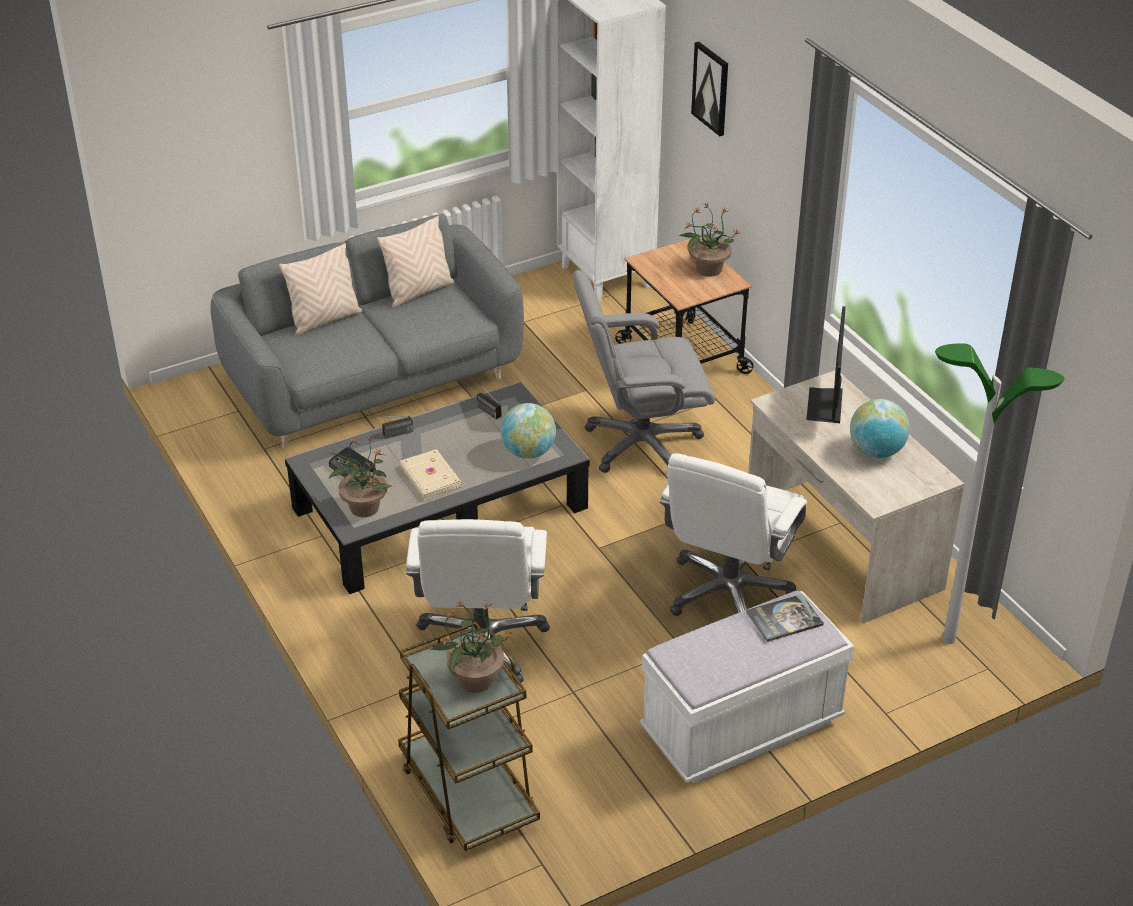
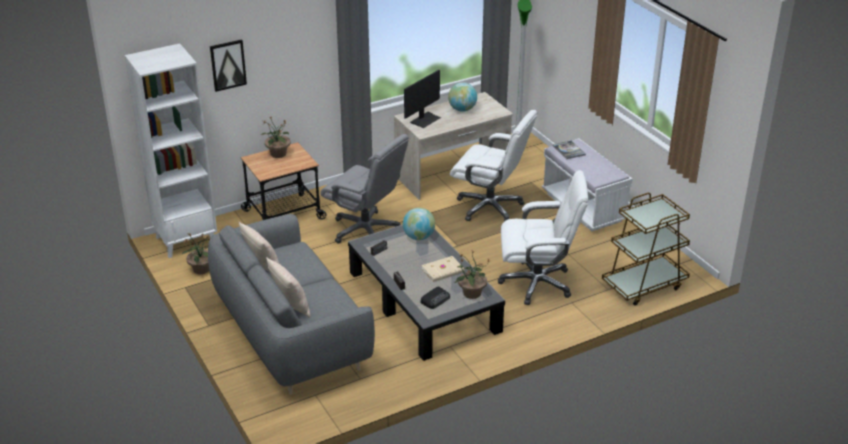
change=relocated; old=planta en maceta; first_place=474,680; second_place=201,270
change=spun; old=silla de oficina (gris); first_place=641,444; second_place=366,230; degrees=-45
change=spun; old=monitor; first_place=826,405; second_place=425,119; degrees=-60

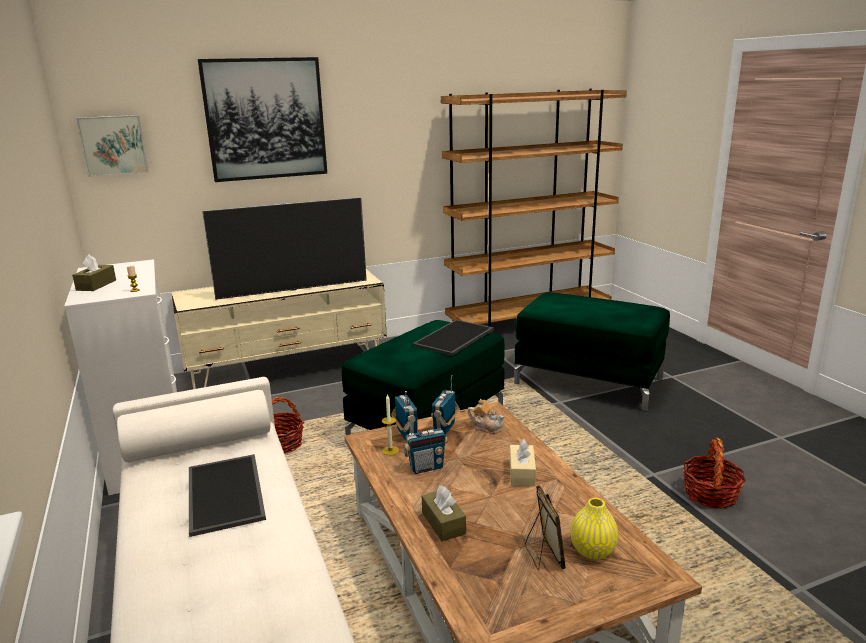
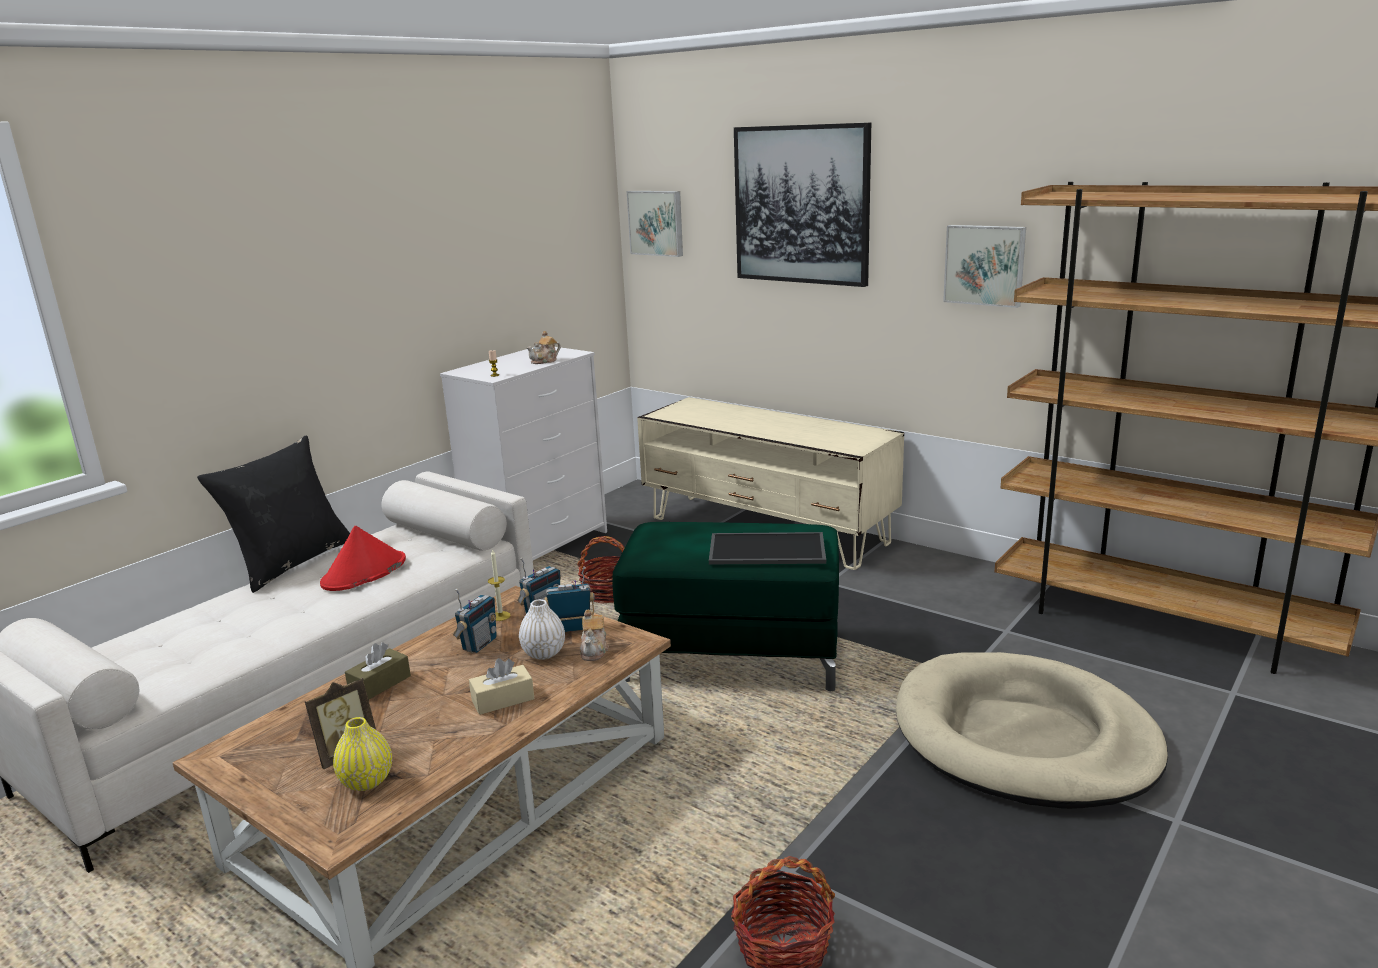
change=missing; old=caja de pañuelos (marrón); first_place=96,285
change=exchanged; old=bandeja; new=sombrero (rojo); first_place=227,493; second_place=364,572
change=missing; old=televisor; first_place=293,290
change=spun; old=radio; first_place=426,467; second_place=479,644; degrees=-105
change=exchanged; old=puf (verde); new=cama para perro (beis); first_place=589,381; second_place=1024,738
change=appeared; new=cojín (negro); second_place=291,562
change=appeared; new=florero (blanco); second_place=544,653
change=appeared; new=tetera; second_place=545,361
change=appeared; new=cuadro; second_place=985,265

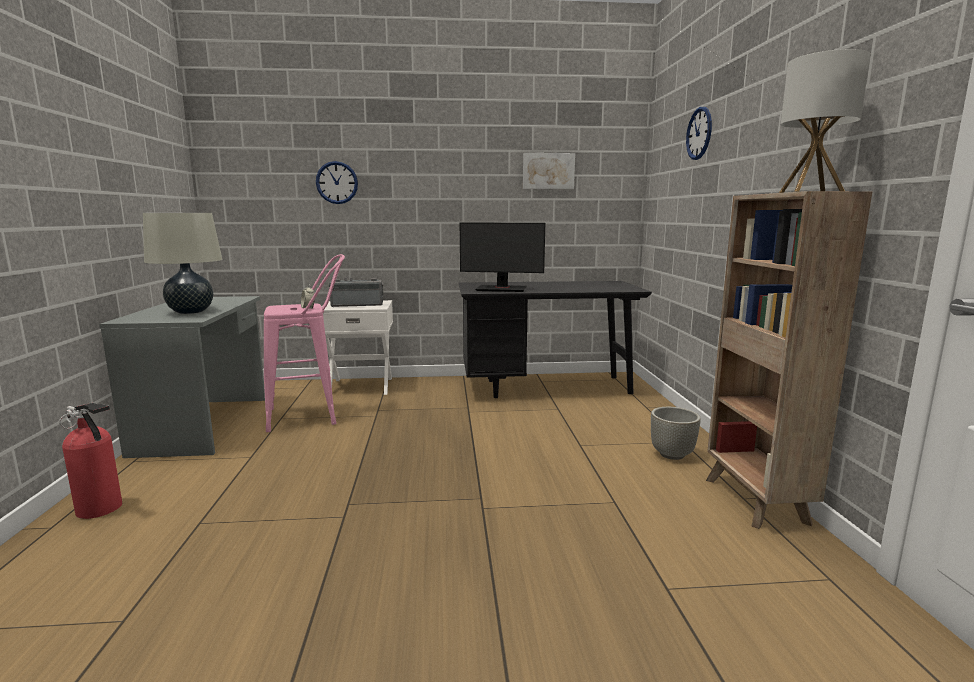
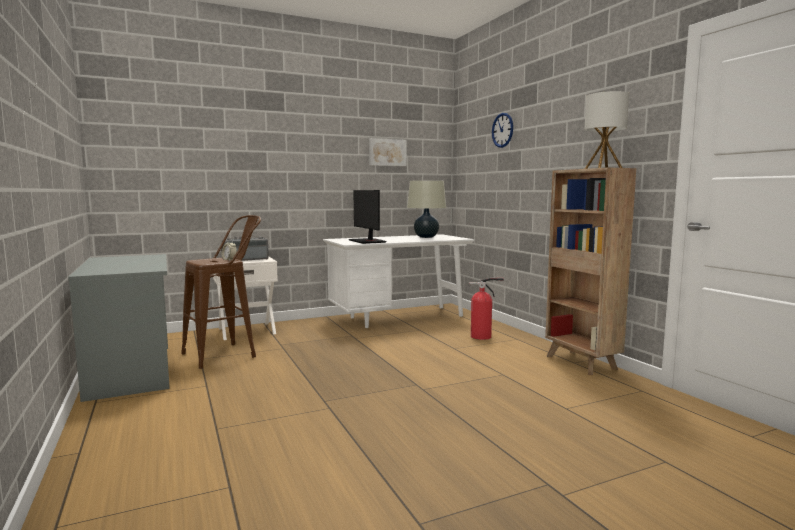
change=relocated; old=extintor; first_place=101,509; second_place=483,337
change=relocated; old=lámpara de mesa (beis); first_place=191,312; second_place=426,237
change=colour; old=taburete (rosa); new=taburete (marrón); first_place=312,416; second_place=227,354
change=missing; old=reloj de pared; first_place=337,182
change=colour; old=escritorio (negro); new=escritorio (blanco); first_place=546,387; second_place=398,318
change=spun; old=monitor; first_place=501,289; second_place=367,241; degrees=75
change=missing; old=maceta (gris); first_place=672,454

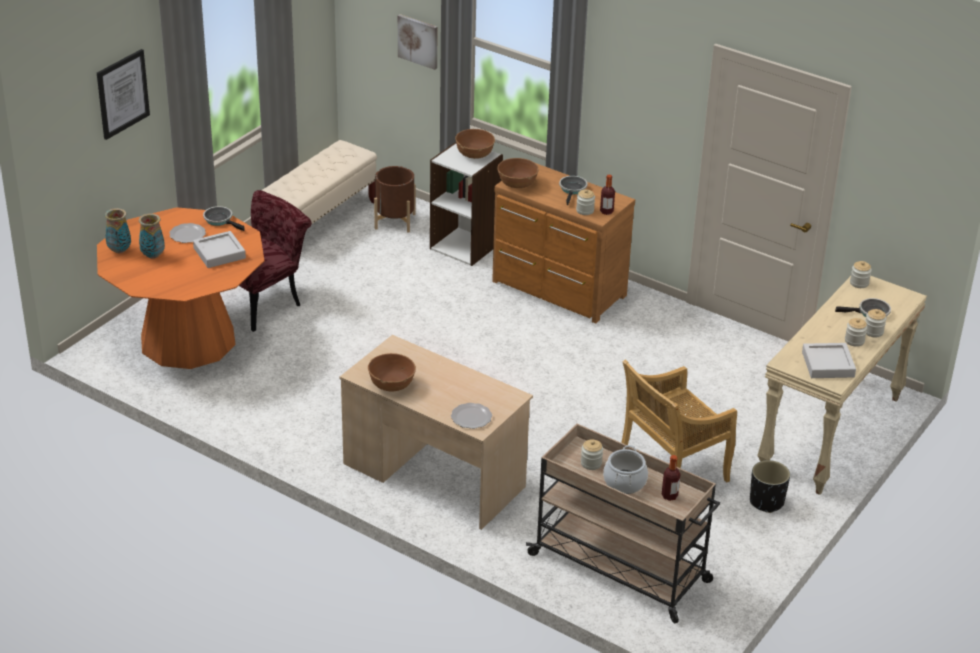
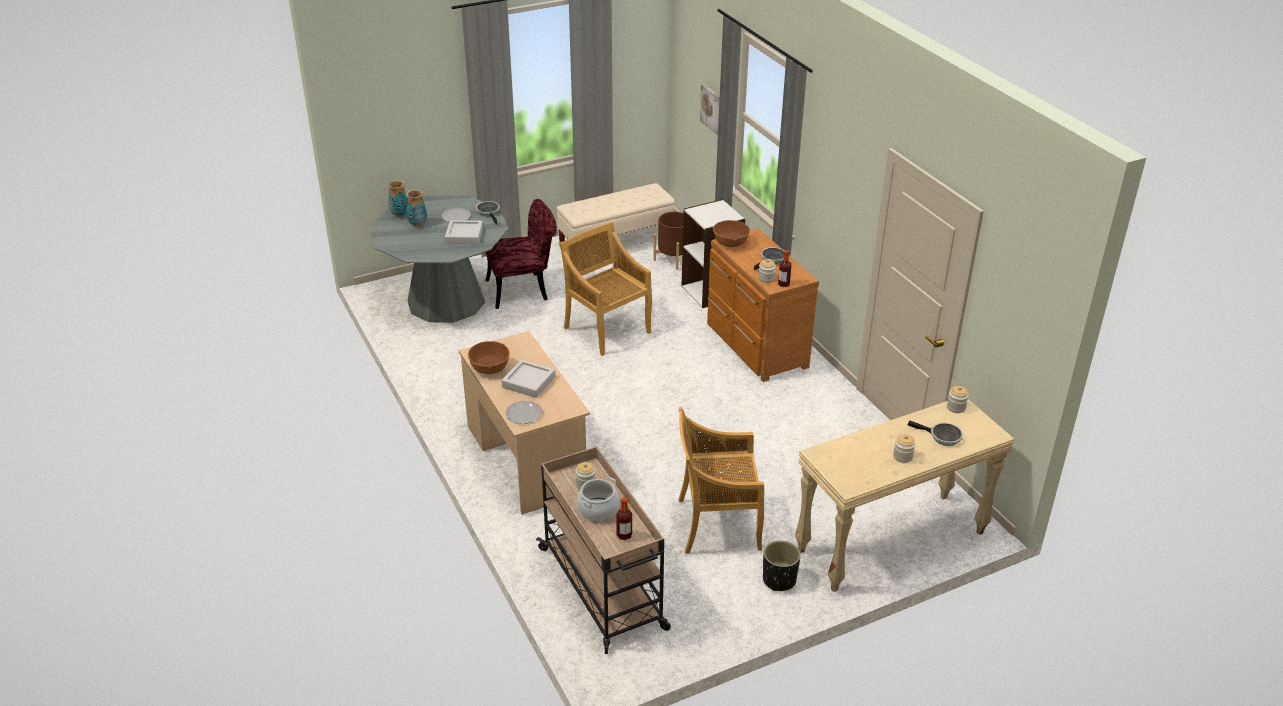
change=missing; old=cuadro; first_place=122,94
change=colour; old=mesa de comedor (naranja); new=mesa de comedor (gris); first_place=188,340; second_place=446,301
change=missing; old=cuenco (marrón); first_place=474,154
change=relocated; old=bandeja (gris); first_place=828,364; second_place=528,382
change=missing; old=tarro; first_place=873,332
change=appeared; new=silla (beis); second_place=606,329

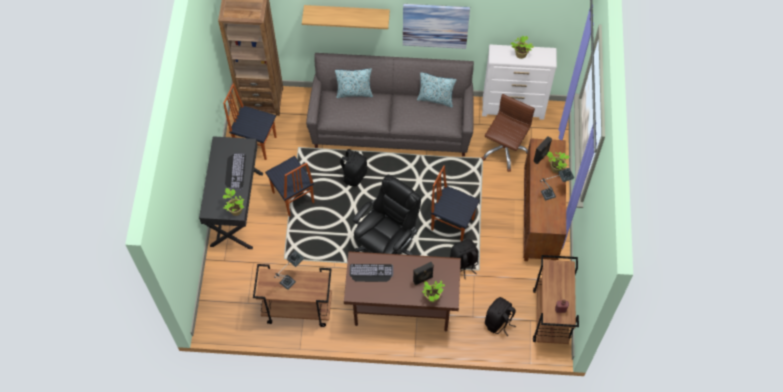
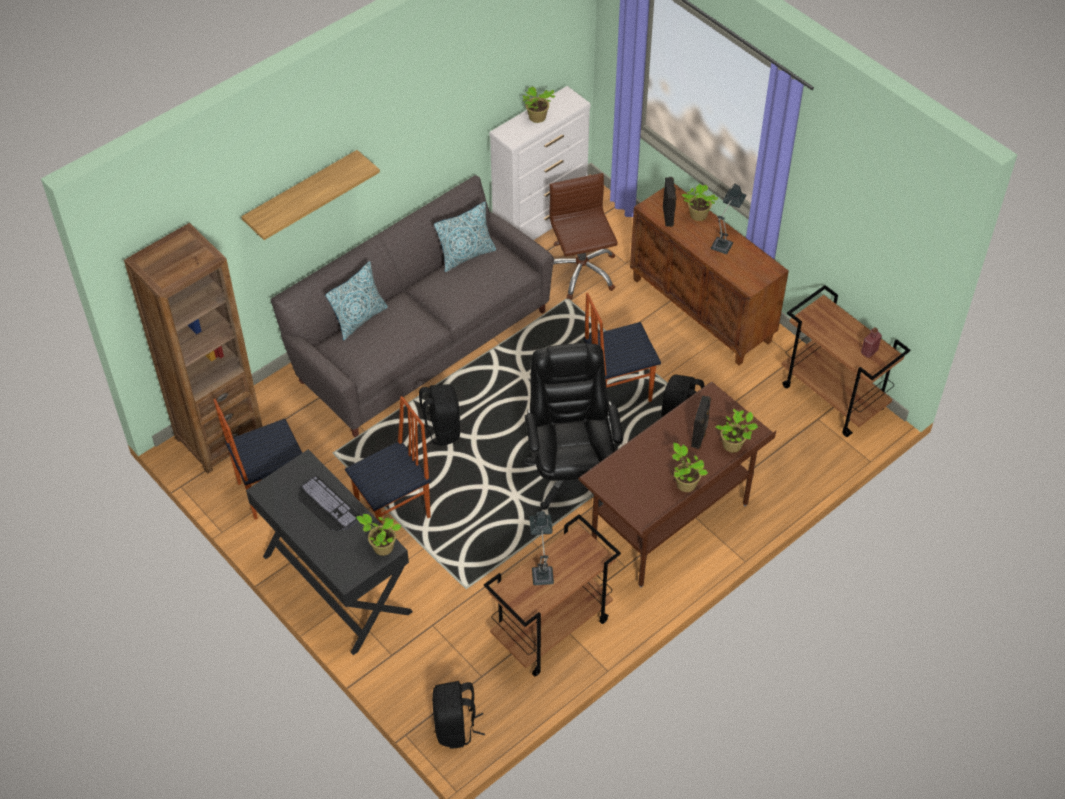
change=spun; old=silla; first_place=292,198; second_place=395,513; degrees=-45
change=missing; old=teclado; first_place=370,273
change=missing; old=cuadro; first_place=435,25
change=relocated; old=mochila (negro); first_place=498,322; second_place=456,727
change=appeared; new=planta en maceta; second_place=685,483

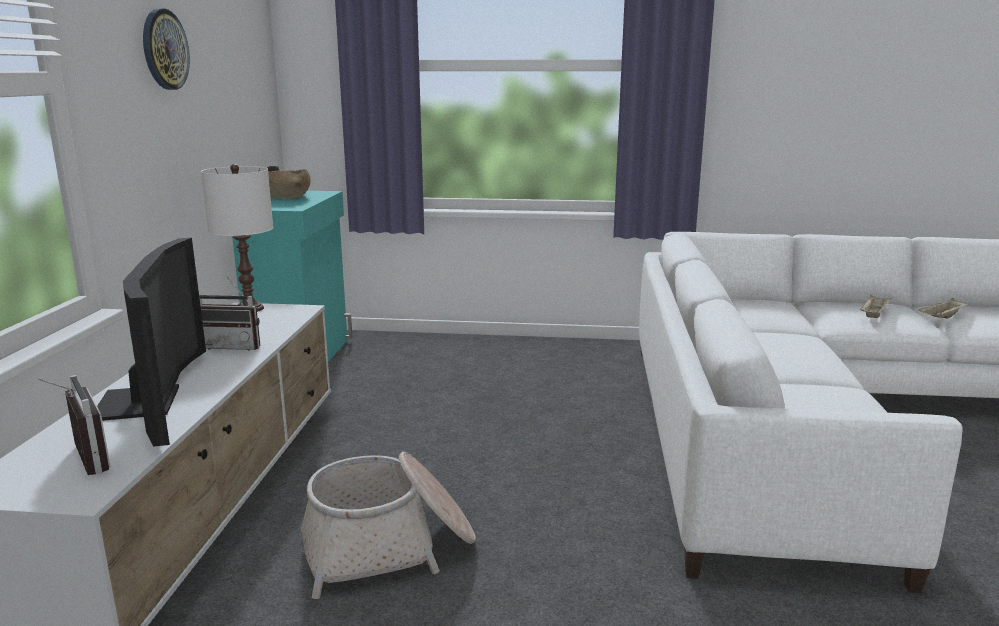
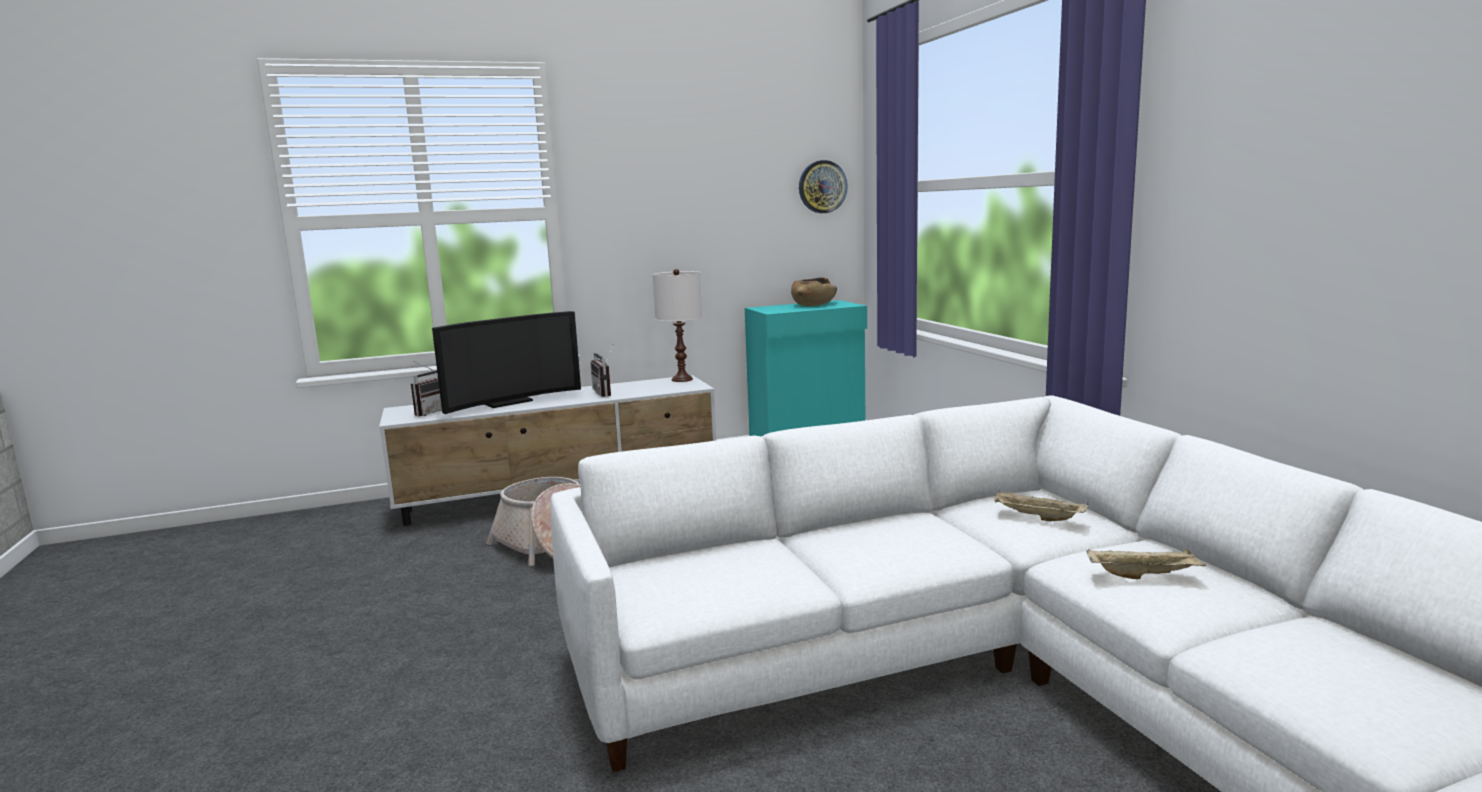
change=relocated; old=reloj de pared; first_place=164,49; second_place=822,187
change=relocated; old=bandeja (beis); first_place=941,318; second_place=1037,518

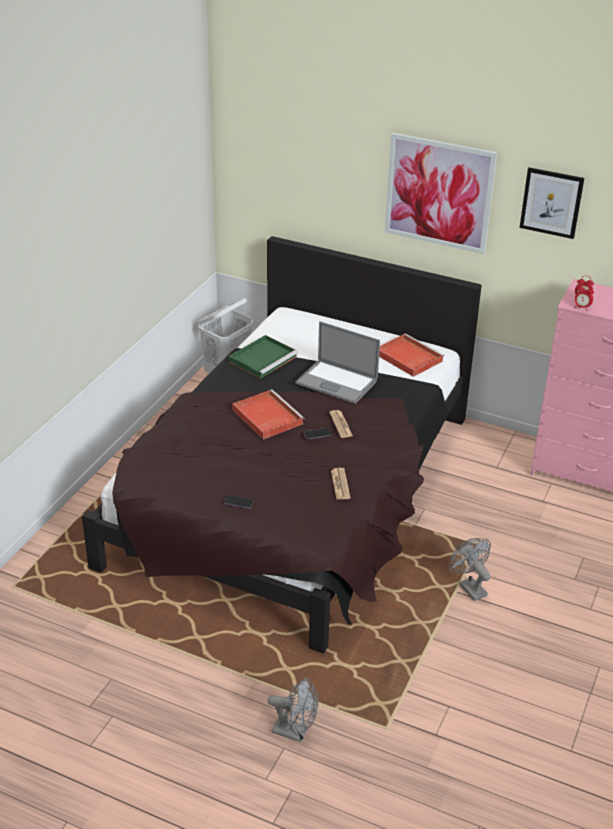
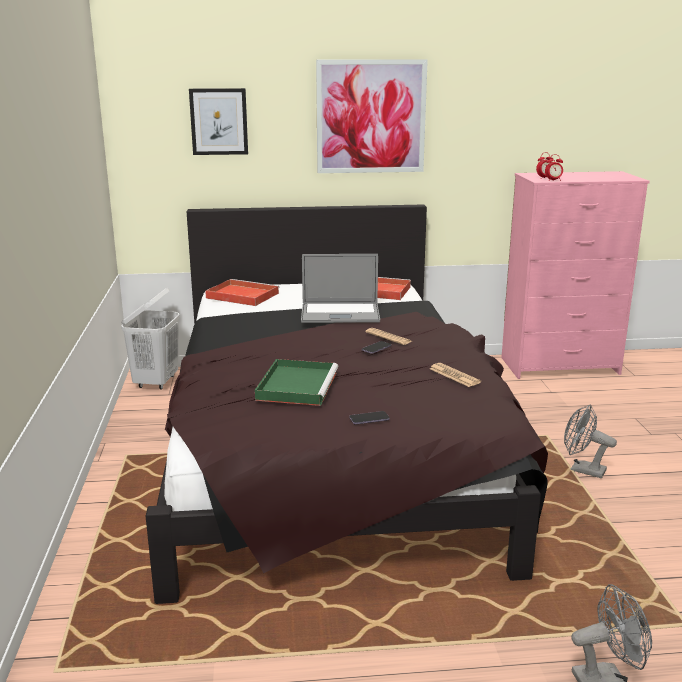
change=relocated; old=bandeja (verde); first_place=263,358; second_place=297,385
change=relocated; old=bandeja (rojo); first_place=266,416; second_place=241,295
change=relocated; old=cuadro; first_place=551,202; second_place=219,121

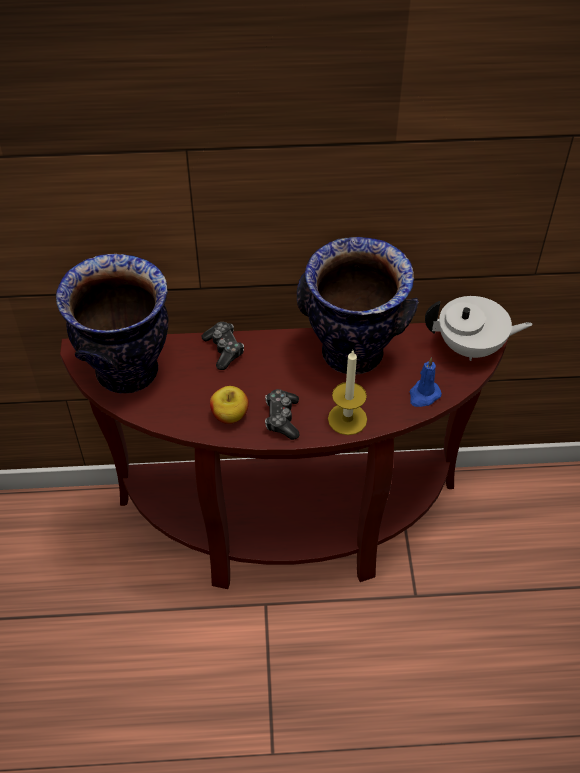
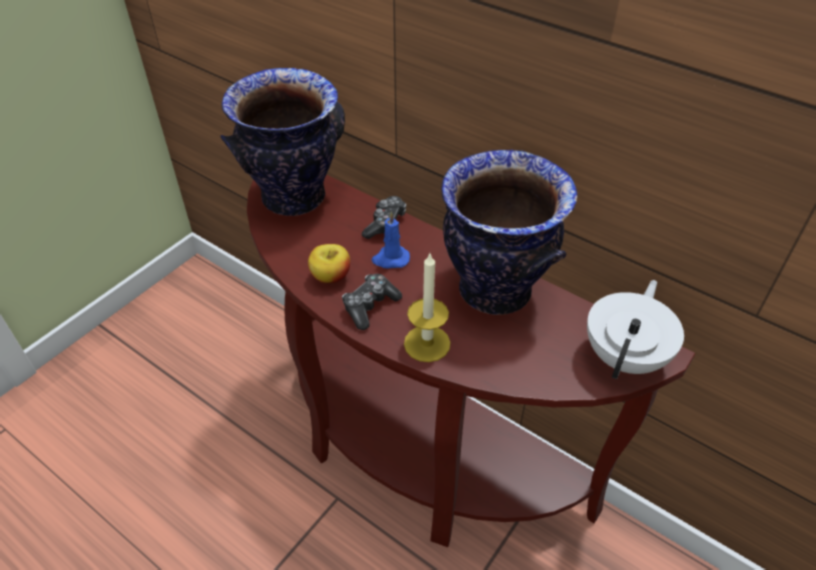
change=relocated; old=vela (azul); first_place=423,395; second_place=390,259
change=spun; old=tetera (blanco); first_place=471,347; second_place=625,356; degrees=-105

